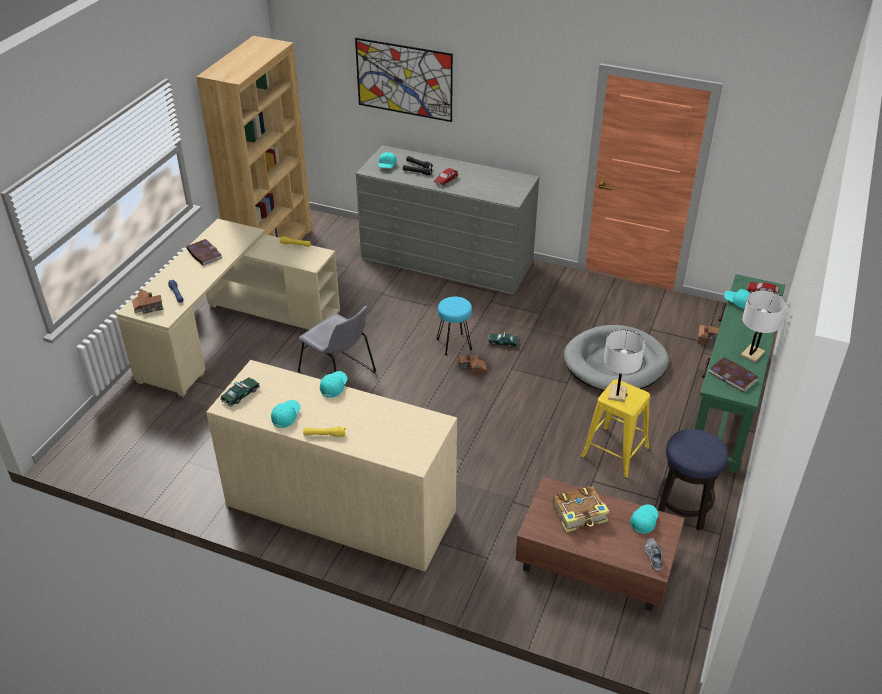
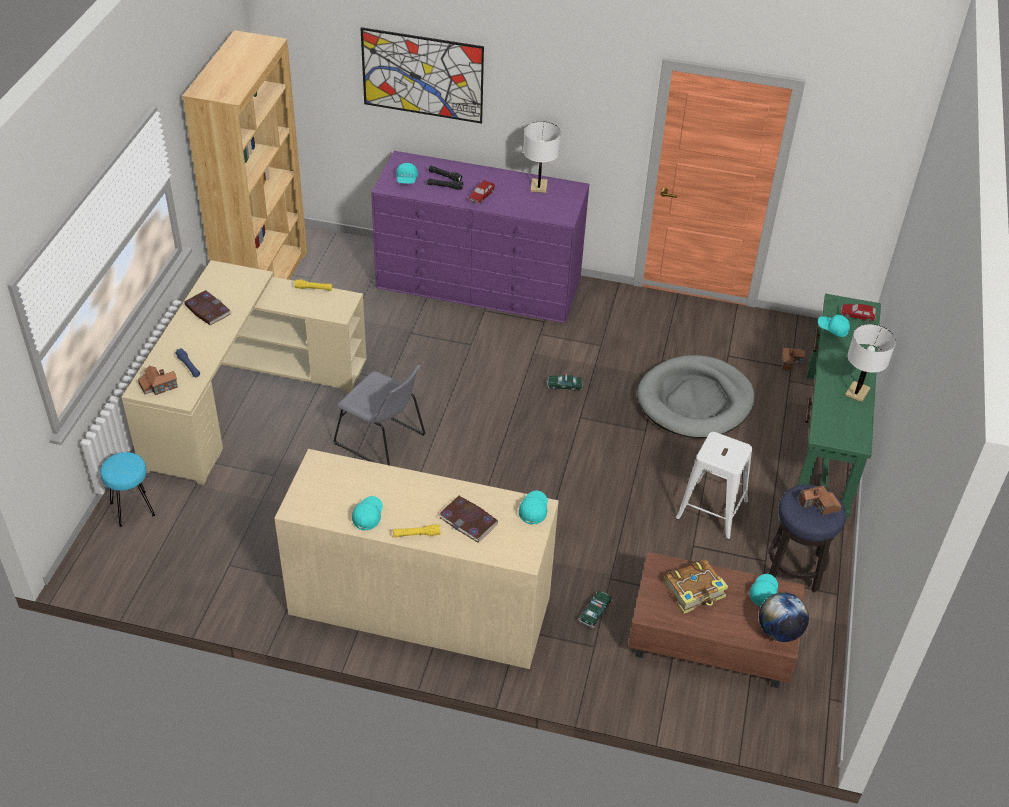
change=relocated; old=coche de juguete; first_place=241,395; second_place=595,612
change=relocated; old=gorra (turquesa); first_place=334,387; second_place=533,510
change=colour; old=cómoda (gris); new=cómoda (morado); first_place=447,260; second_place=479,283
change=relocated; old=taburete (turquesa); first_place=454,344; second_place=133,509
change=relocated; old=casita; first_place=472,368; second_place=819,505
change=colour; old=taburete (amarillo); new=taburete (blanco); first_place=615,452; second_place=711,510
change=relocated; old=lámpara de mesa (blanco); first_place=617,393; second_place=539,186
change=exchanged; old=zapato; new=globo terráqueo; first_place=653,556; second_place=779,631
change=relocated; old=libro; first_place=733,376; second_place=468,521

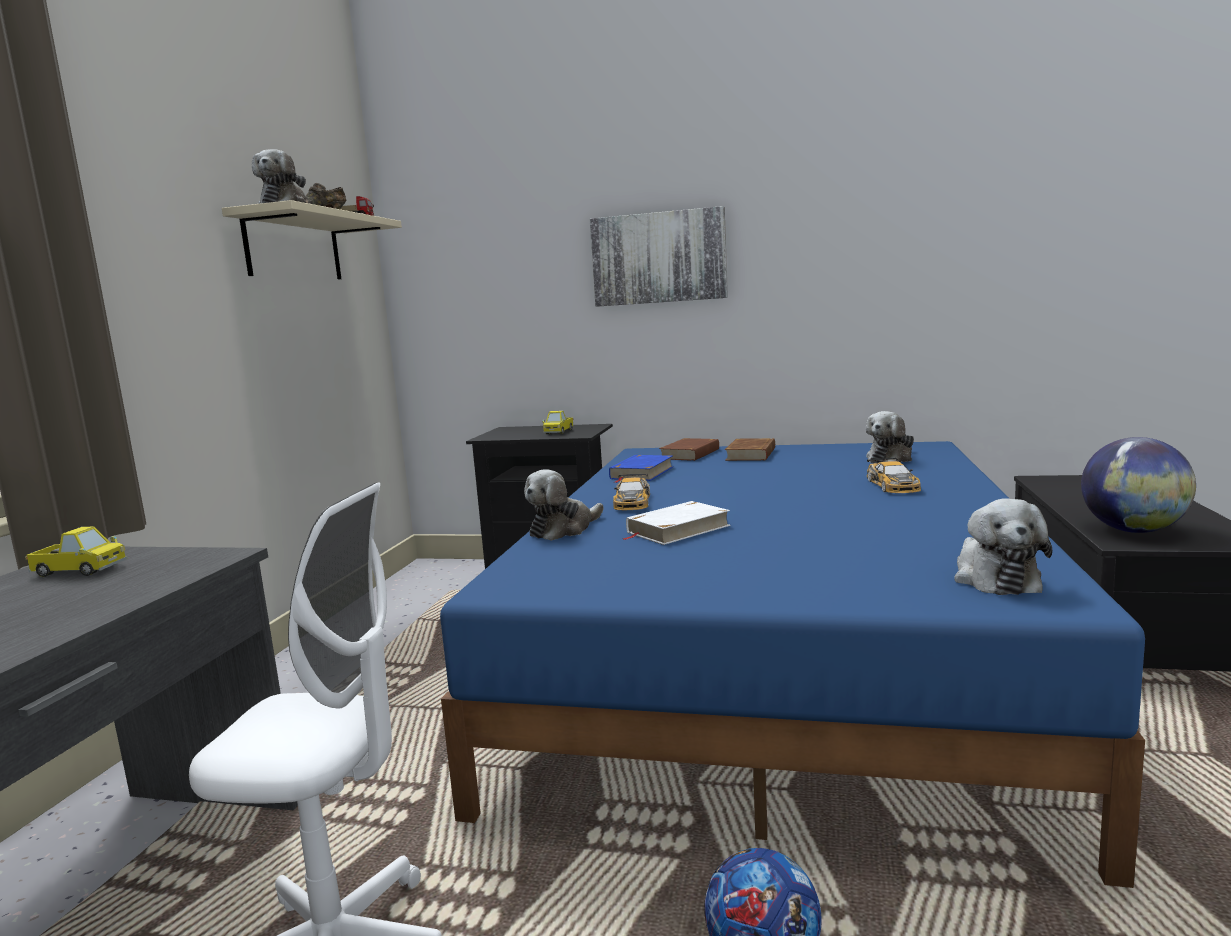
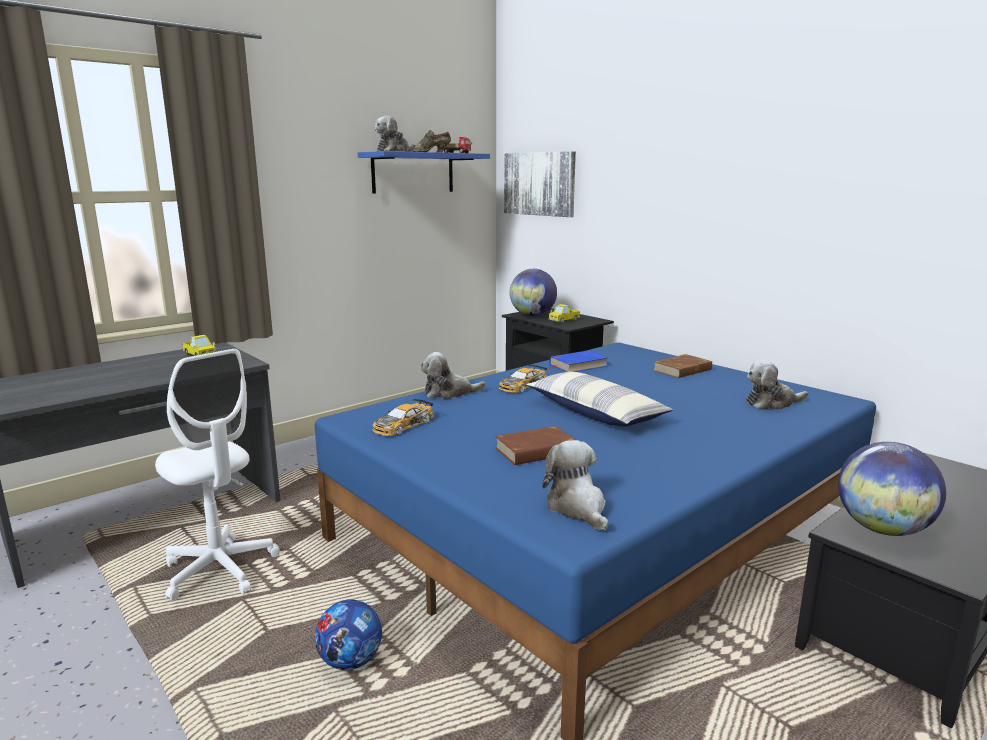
change=colour; old=estante (beis); new=estante (azul); first_place=294,248; second_place=413,173
change=relocated; old=cuadro; first_place=659,258; second_place=539,184
change=missing; old=libro (blanco); first_place=677,529
change=relocated; old=libro (marrón); first_place=690,454; second_place=537,451
change=relocated; old=coche de juguete; first_place=893,485; second_place=403,425
change=spun; old=peluche; first_place=994,578; second_place=578,508; degrees=120
change=appeared; new=globo terráqueo; second_place=532,315
change=appeared; new=cojín; second_place=595,412

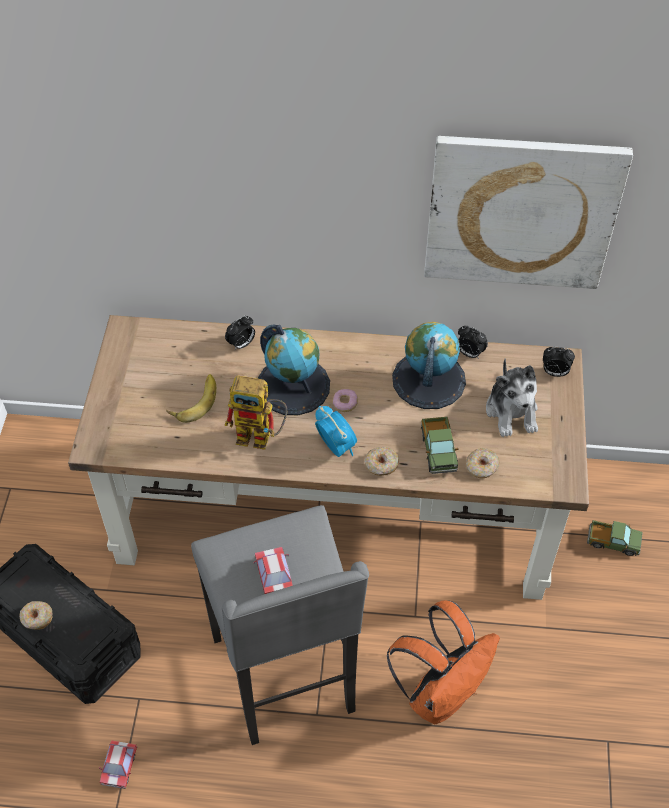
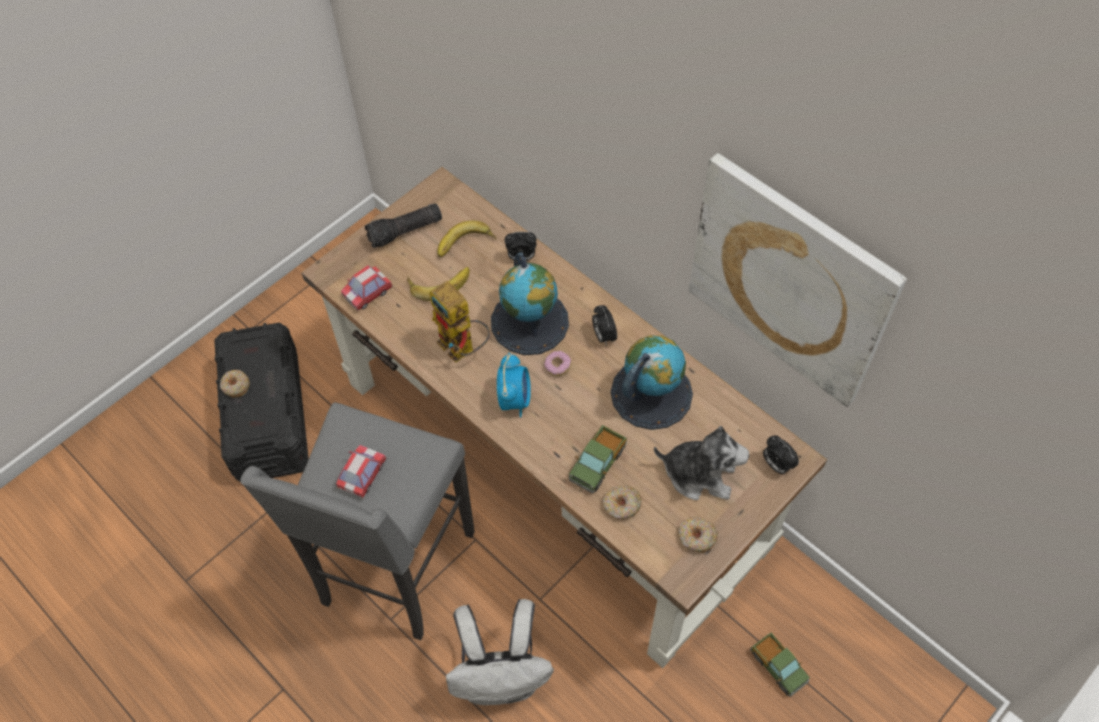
change=relocated; old=coche de juguete; first_place=119,767; second_place=367,293
change=relocated; old=rosquilla; first_place=381,465; second_place=696,537
change=colour; old=mochila (naranja); new=mochila (blanco); first_place=440,692; second_place=502,679
change=relocated; old=despertador; first_place=469,353; second_place=603,336
change=spun; old=peluche; first_place=512,411; second_place=699,474; degrees=-105
change=appeared; new=linterna; second_place=405,232
change=appeared; new=plátano; second_place=465,245

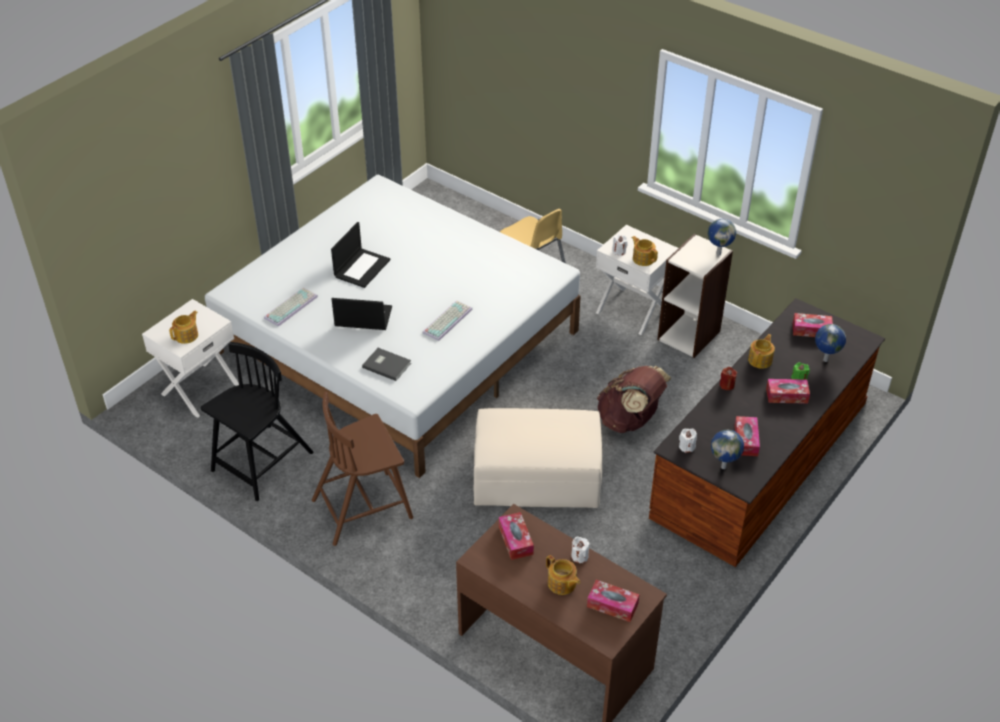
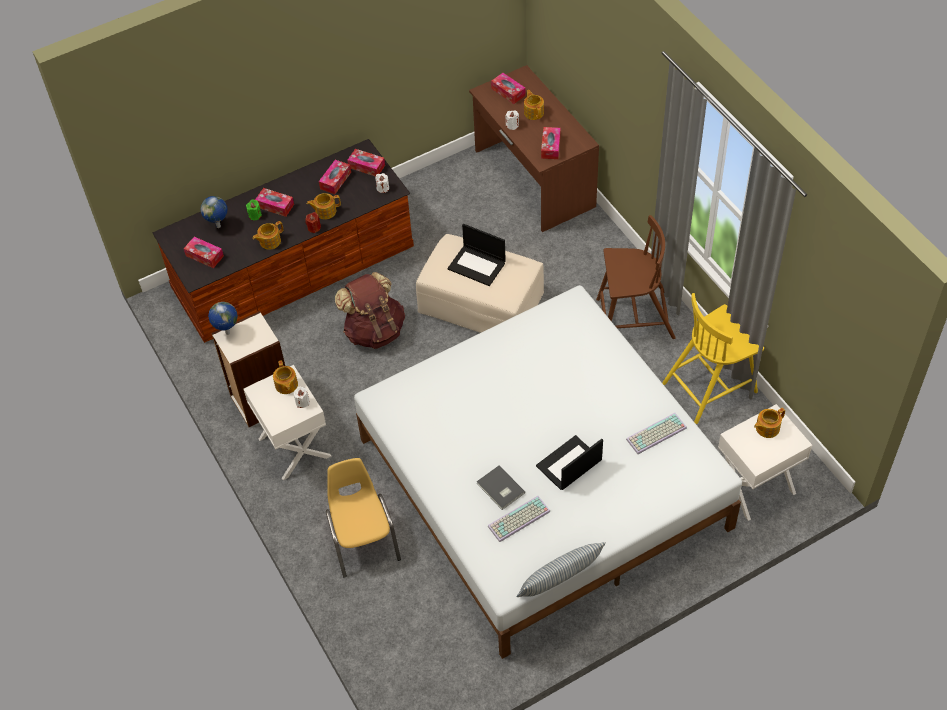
change=colour; old=silla (negro); new=silla (amarillo); first_place=261,463; second_place=711,386
change=relocated; old=portátil; first_place=362,317; second_place=477,265
change=relocated; old=libro (gris); first_place=386,364; second_place=500,489
change=relocated; old=teclado; first_place=447,320; second_place=519,520
change=exchanged; old=globo terráqueo; new=caja de pañuelos; first_place=724,466; second_place=366,166
change=appeared; new=tetera; second_place=325,211
change=appeared; new=cojín; second_place=560,579

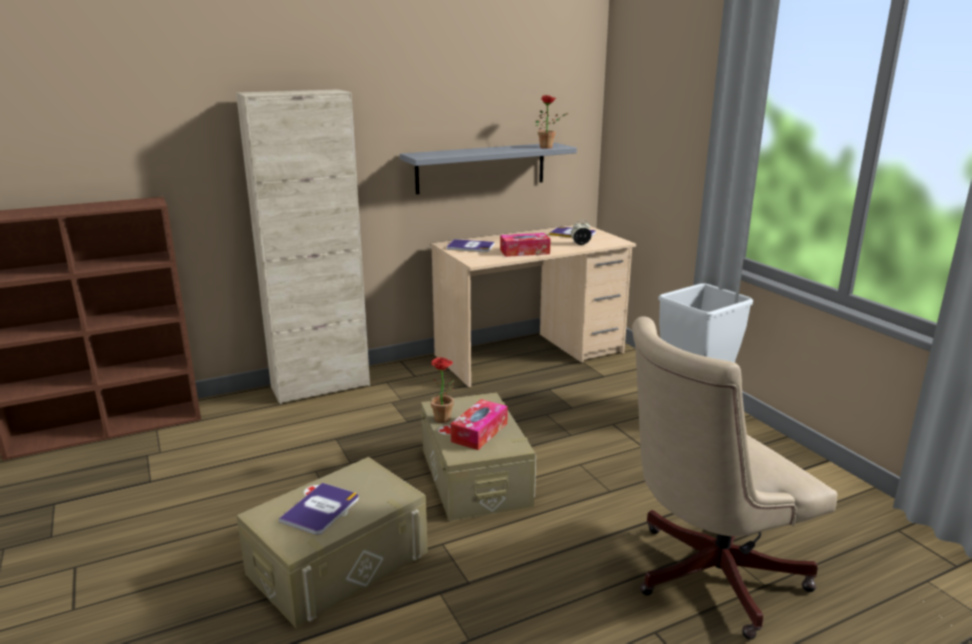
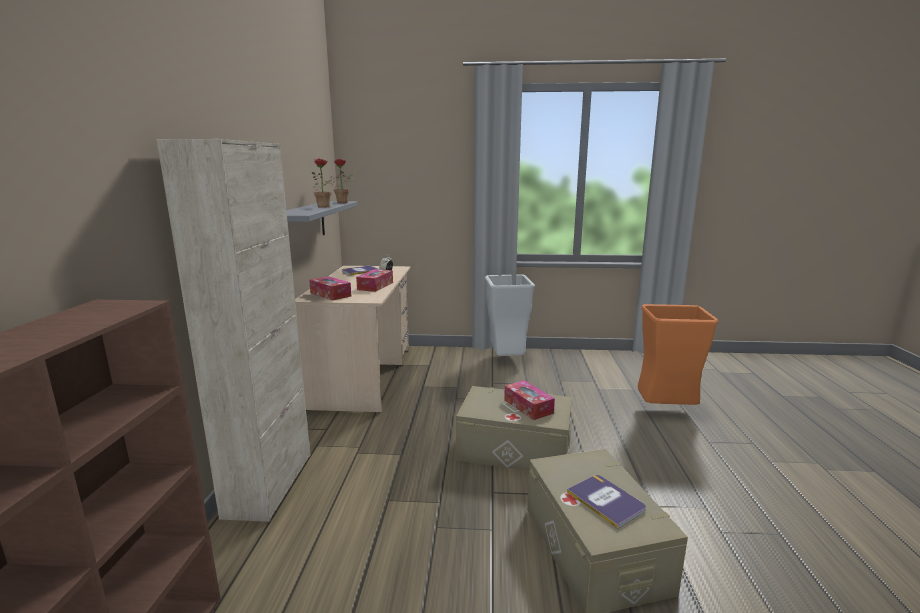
change=relocated; old=planta en maceta; first_place=445,420; second_place=326,207
change=exchanged; old=libro; new=caja de pañuelos; first_place=470,247; second_place=330,294
change=exchanged; old=silla de oficina (beis); new=papelera (naranja); first_place=706,576; second_place=664,411

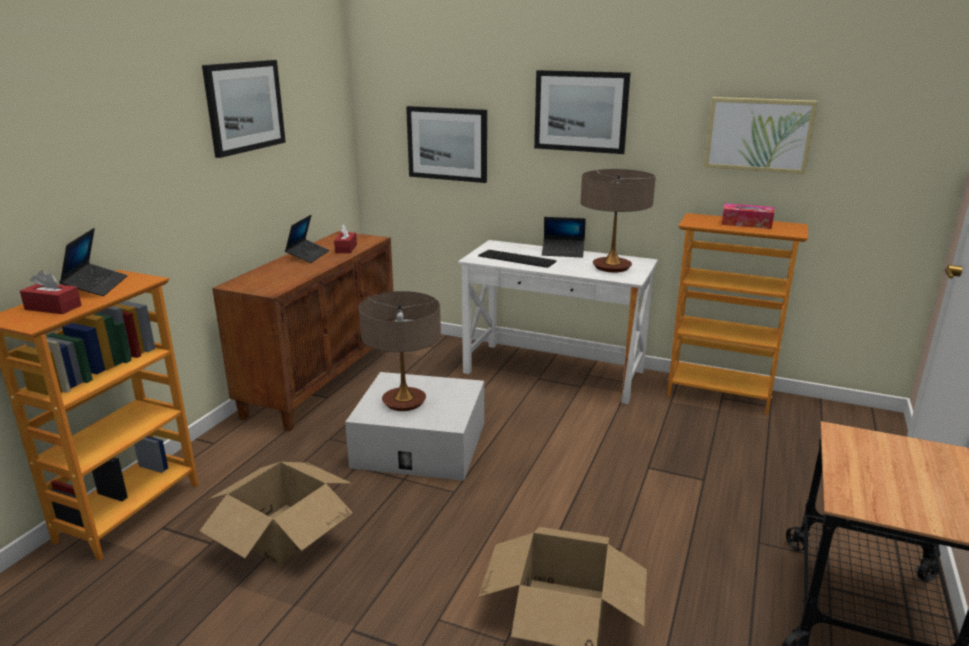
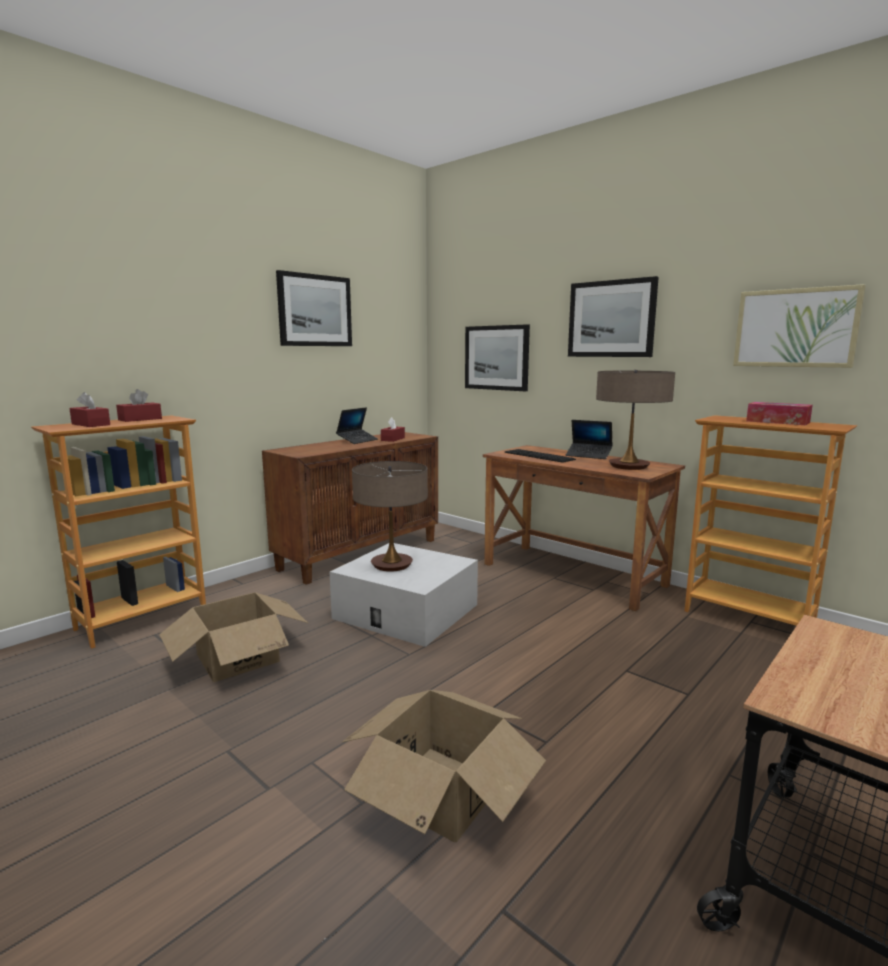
change=exchanged; old=portátil; new=caja de pañuelos (rojo); first_place=96,286; second_place=140,419
change=colour; old=escritorio (blanco); new=escritorio (marrón); first_place=554,372; second_place=573,574

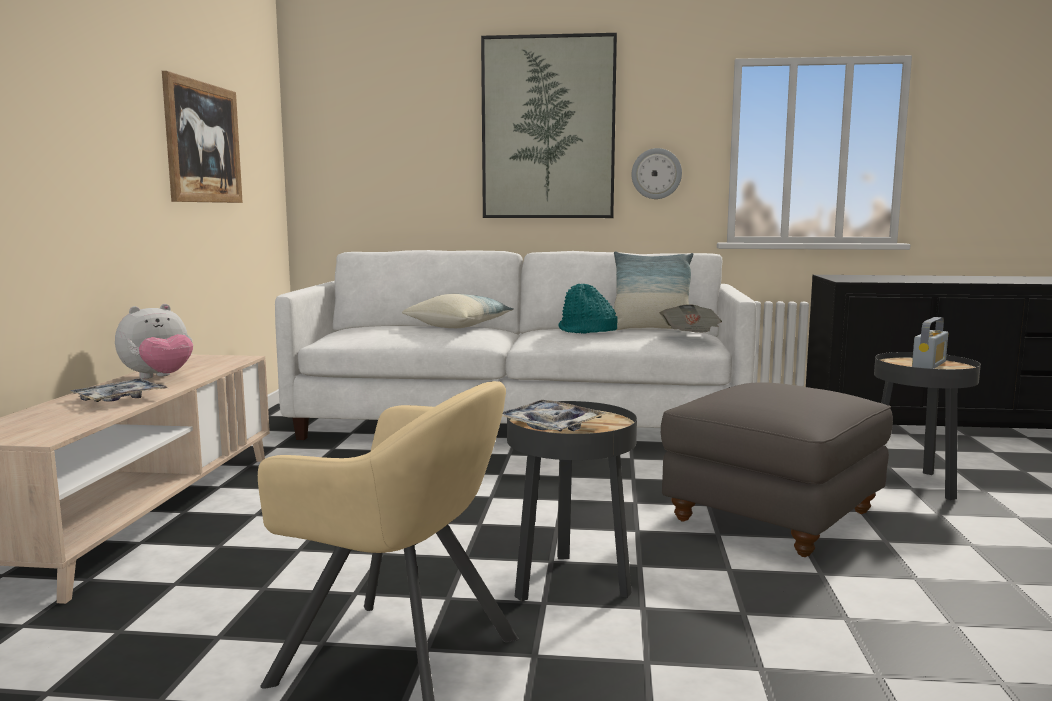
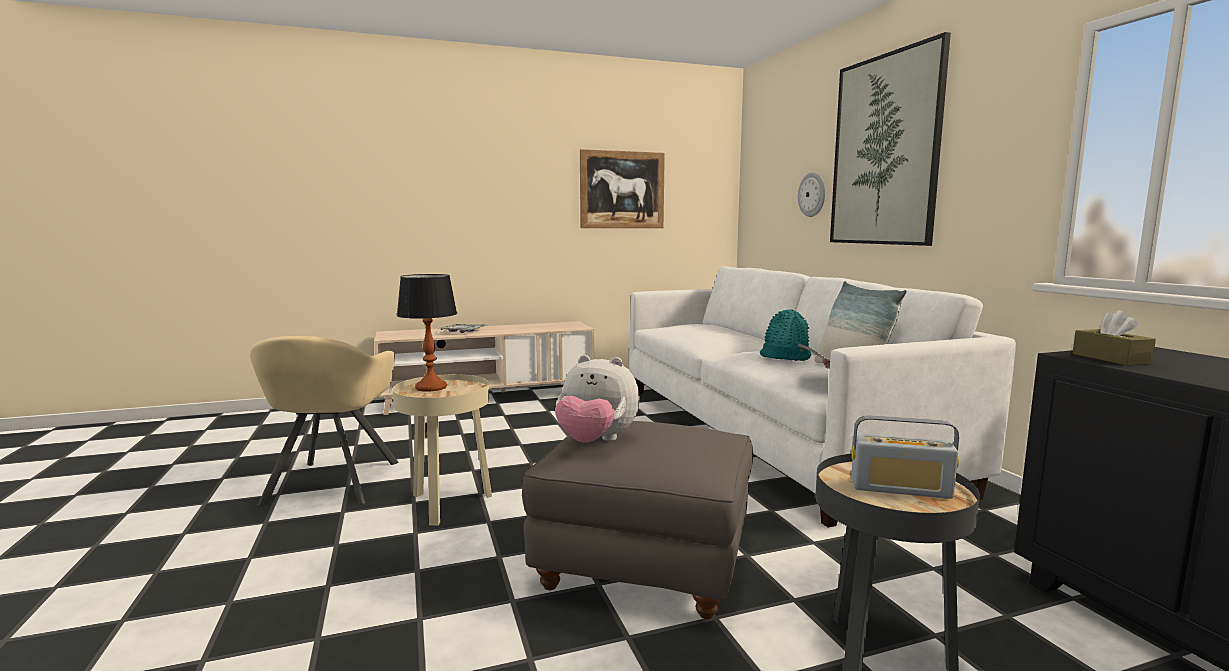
change=relocated; old=peluche; first_place=159,378; second_place=596,442
change=missing; old=cojín; first_place=459,326
change=exchanged; old=bandeja; new=lámpara de mesa; first_place=550,426; second_place=431,387
change=colour; old=mesa auxiliar (negro); new=mesa auxiliar (beis); first_place=569,582; second_place=447,504
change=relocated; old=reloj de pared; first_place=656,173; second_place=812,194
change=appeared; new=caja de pañuelos (marrón); second_place=1110,358

